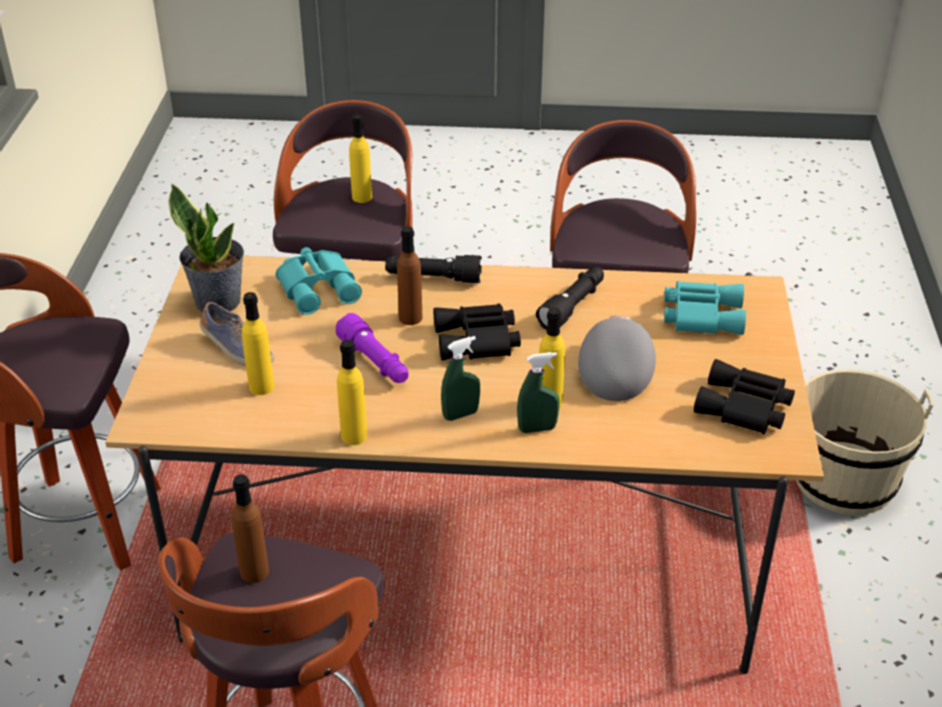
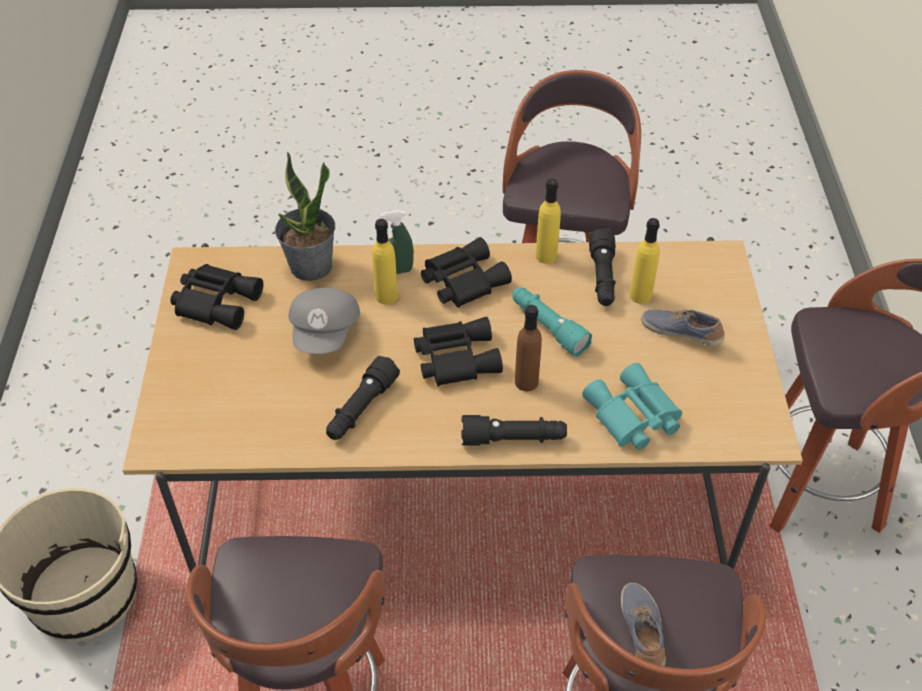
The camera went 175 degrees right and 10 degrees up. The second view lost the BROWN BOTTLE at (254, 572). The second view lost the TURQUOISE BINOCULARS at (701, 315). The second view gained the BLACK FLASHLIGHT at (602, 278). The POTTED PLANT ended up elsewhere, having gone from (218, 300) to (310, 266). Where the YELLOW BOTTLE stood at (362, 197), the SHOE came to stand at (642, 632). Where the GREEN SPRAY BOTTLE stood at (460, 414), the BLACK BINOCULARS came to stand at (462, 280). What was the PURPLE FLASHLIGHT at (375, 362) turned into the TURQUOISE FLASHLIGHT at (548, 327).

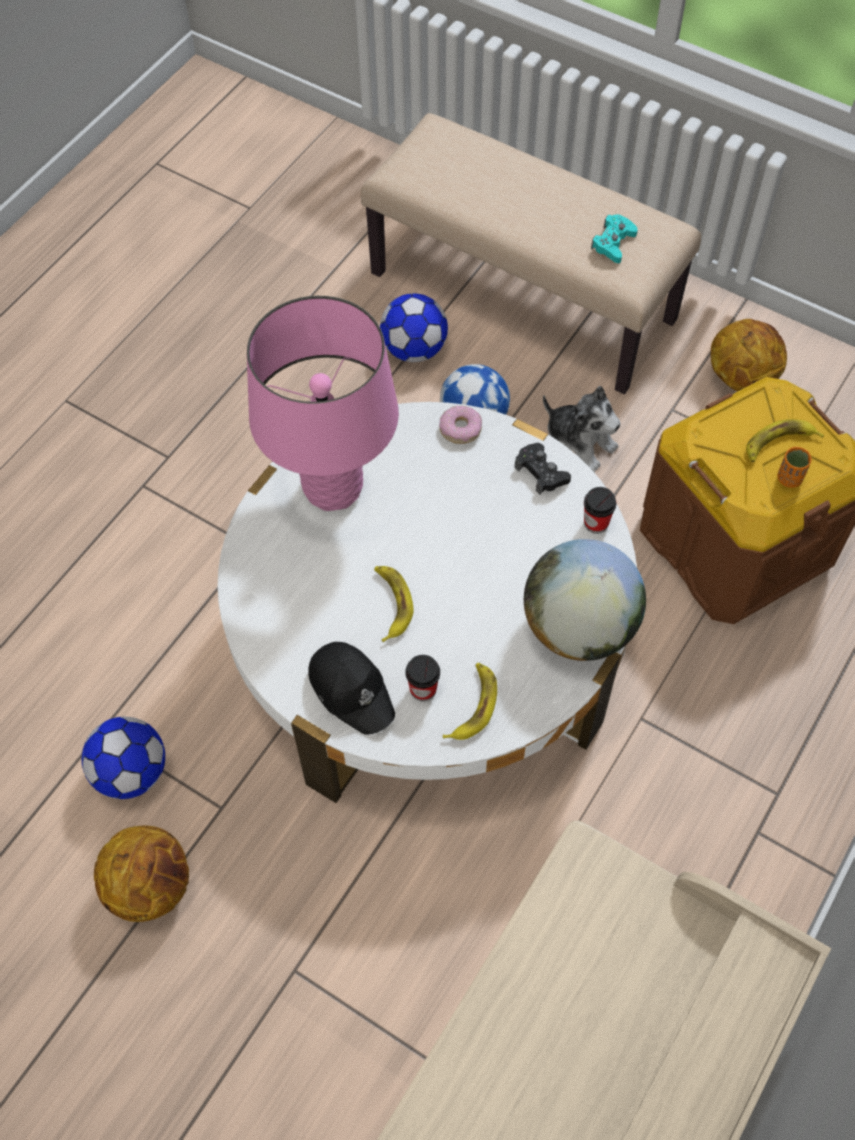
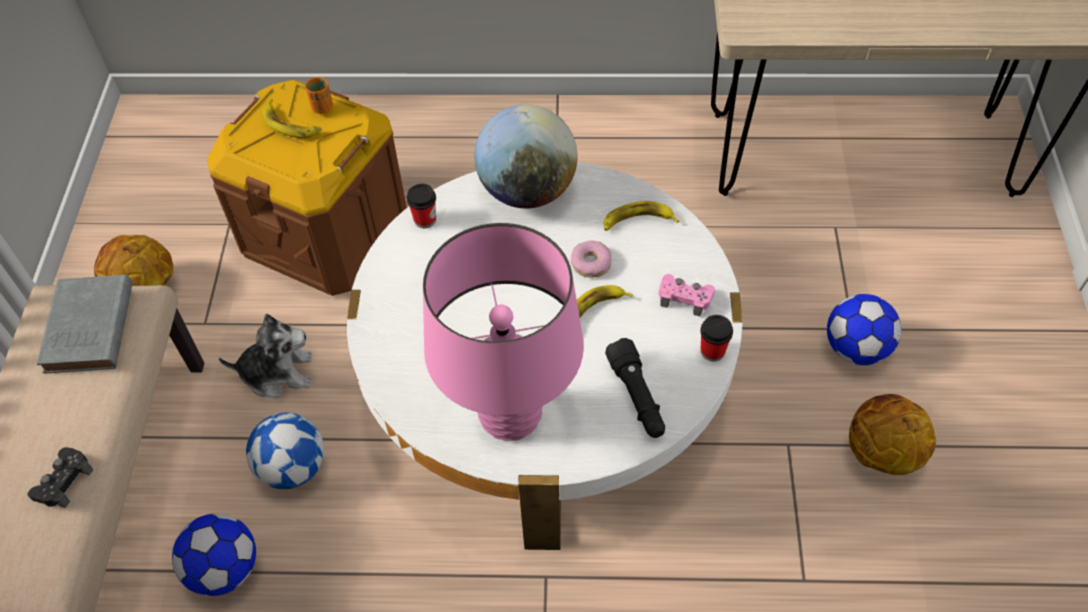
The camera went 120 degrees left and 5 degrees down. The second view gained the BLACK FLASHLIGHT at (637, 397). The FOOTBALL ended up elsewhere, having gone from (131, 772) to (856, 348). The CUP ended up elsewhere, having gone from (423, 689) to (712, 351). The DONUT ended up elsewhere, having gone from (460, 429) to (591, 263). The BLACK GAME CONTROLLER ended up elsewhere, having gone from (541, 472) to (63, 481). Where the BLACK CAP stood at (352, 690), the PINK GAME CONTROLLER came to stand at (685, 298). Where the TURQUOISE GAME CONTROLLER stood at (613, 243), the GREY BOOK came to stand at (89, 330). The PLUSH TOY at (579, 443) ended up facing another way, 75 degrees clockwise from before.

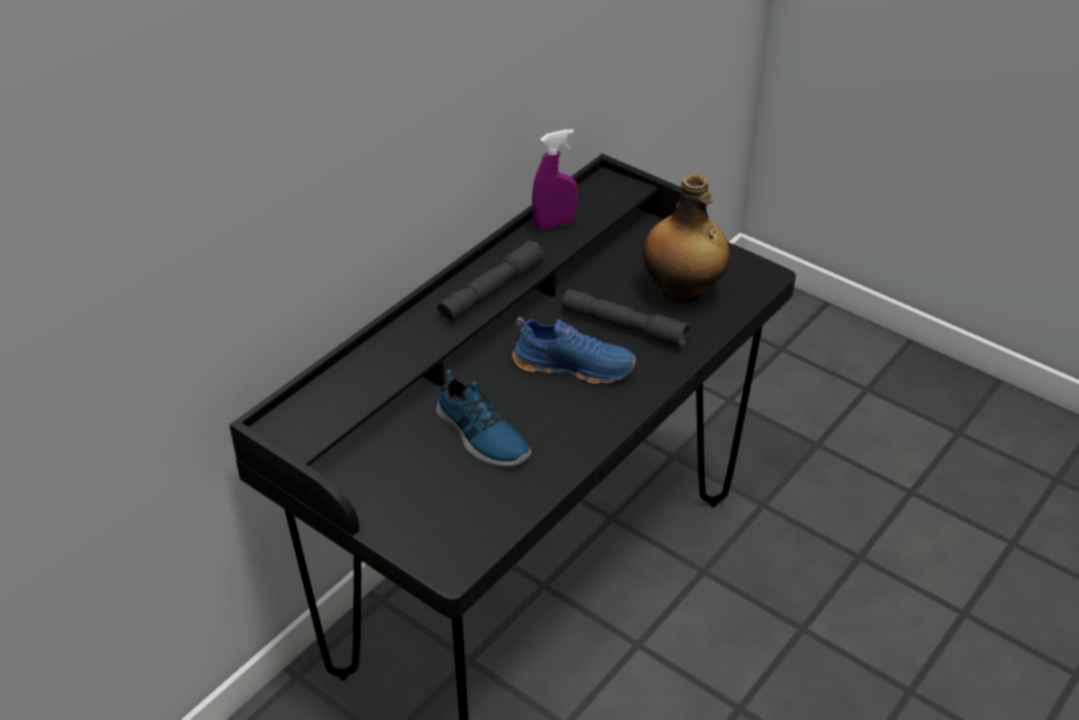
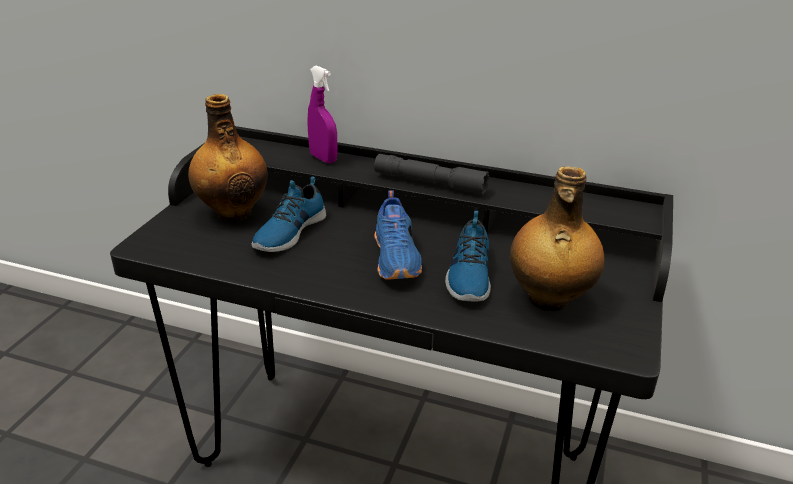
The camera went 70 degrees right and 10 degrees down. The second view gained the BOTTLE at (233, 212). The PURPLE SPRAY BOTTLE ended up elsewhere, having gone from (554, 224) to (323, 158). Where the GREY FLASHLIGHT stood at (624, 327), the SHOE came to stand at (468, 275).

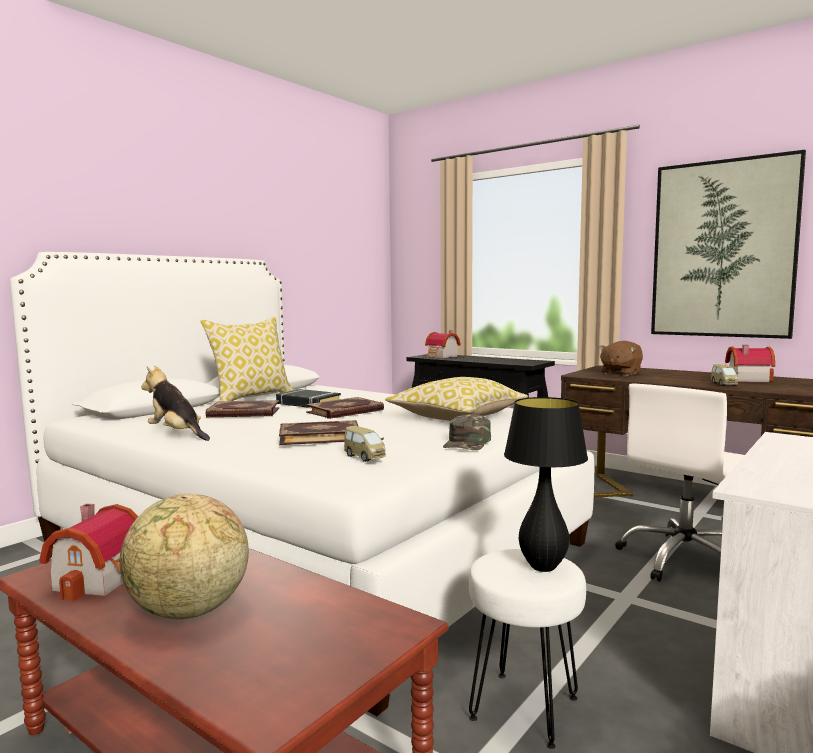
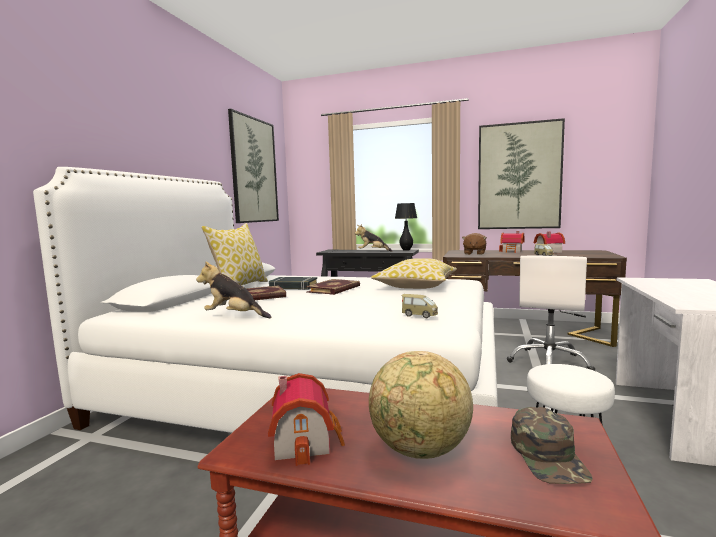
The camera went 20 degrees left and 0 degrees up. The second view lost the BOOK at (319, 436). The second view gained the PICTURE at (254, 170). The second view gained the PLUSH TOY at (372, 251). The TOY HOUSE ended up elsewhere, having gone from (442, 356) to (512, 251). The GREEN CAP ended up elsewhere, having gone from (467, 443) to (549, 456). The BLACK TABLE LAMP ended up elsewhere, having gone from (542, 567) to (406, 250).

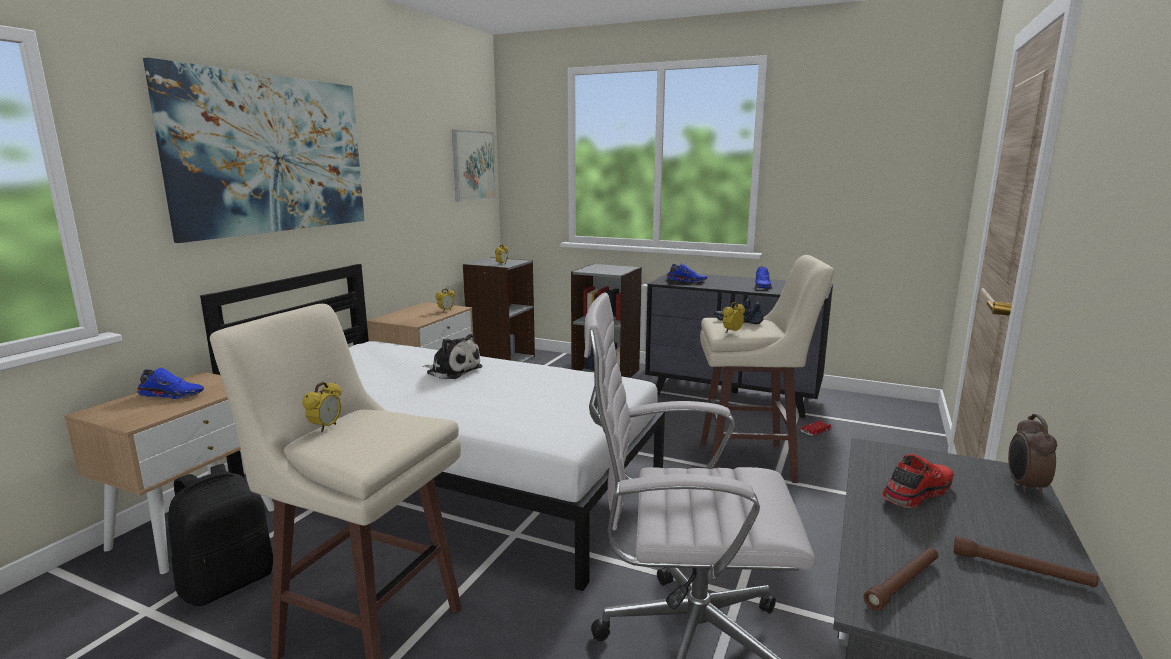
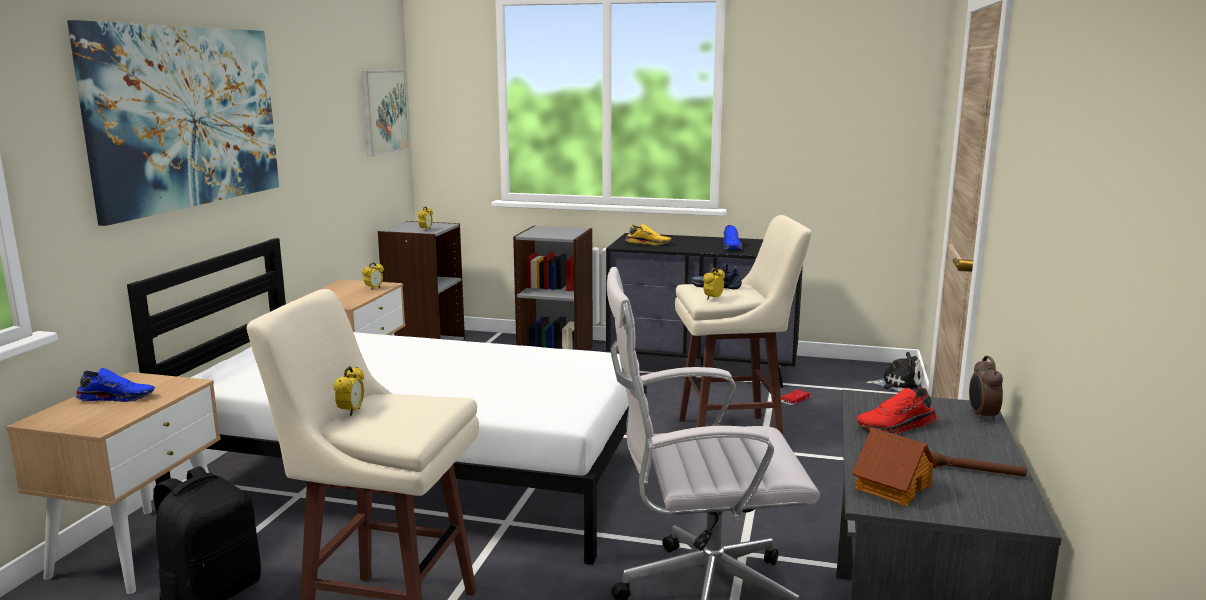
The camera went 10 degrees left and 0 degrees up. The PLUSH TOY ended up elsewhere, having gone from (452, 370) to (898, 385). Where the BROWN FLASHLIGHT stood at (903, 583), the TOY HOUSE came to stand at (892, 486). What was the BLUE SHOE at (686, 281) turned into the YELLOW SHOE at (648, 243). The RED SHOE at (914, 492) ended up facing another way, 150 degrees counterclockwise from before.

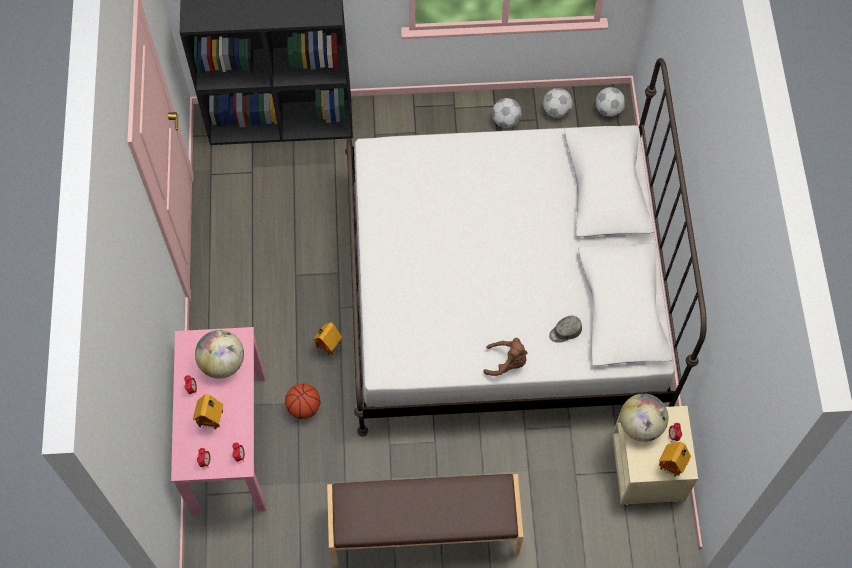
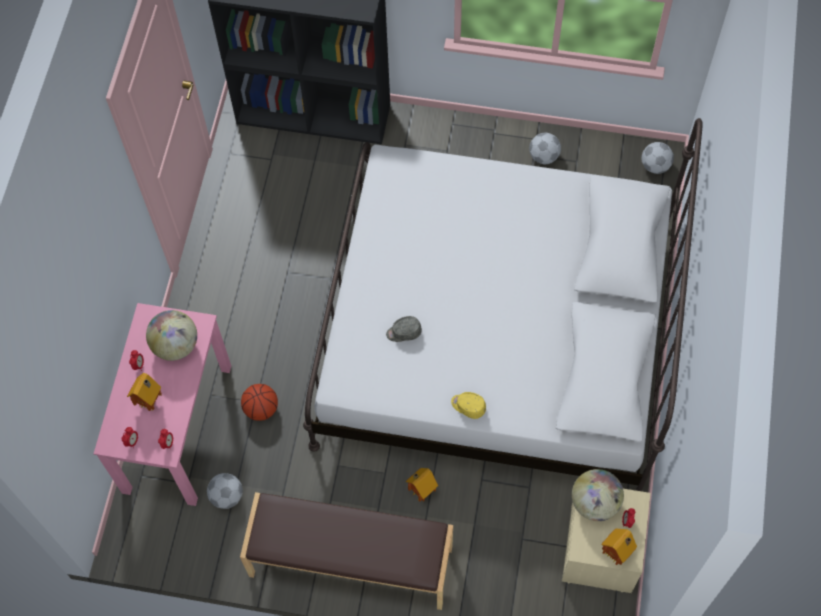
The camera went 15 degrees right and 0 degrees up. The TOY HOUSE ended up elsewhere, having gone from (327, 347) to (420, 491). The FOOTBALL ended up elsewhere, having gone from (556, 111) to (226, 496). The GREY CAP ended up elsewhere, having gone from (565, 332) to (403, 332). Where the BROWN PLUSH TOY stood at (507, 362), the YELLOW CAP came to stand at (468, 406).

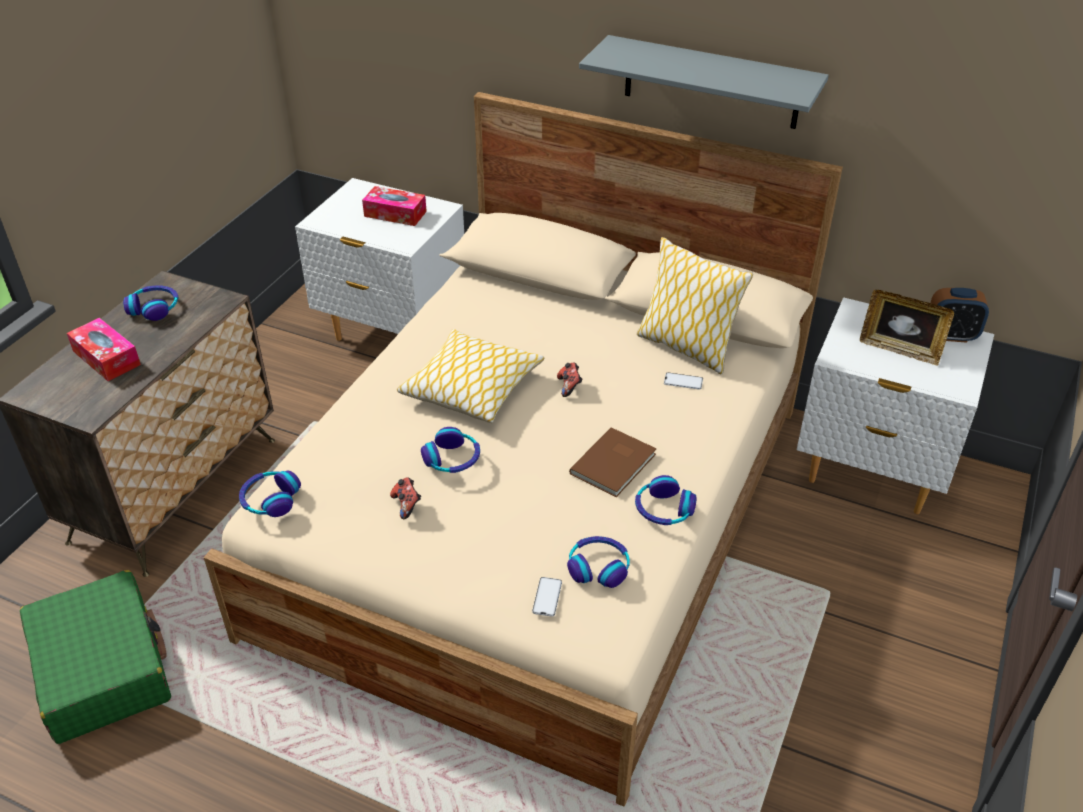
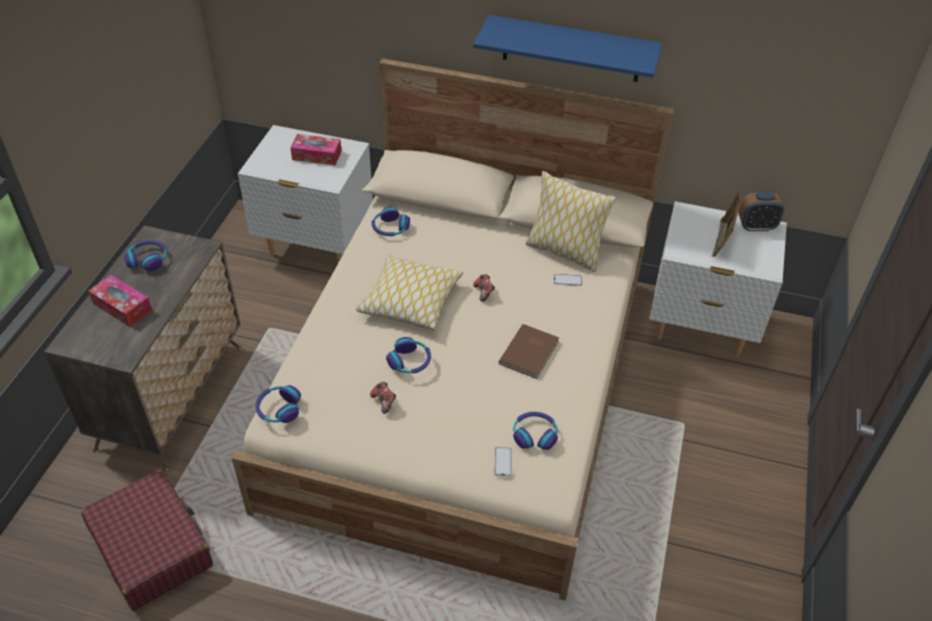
The camera went 10 degrees left and 5 degrees up. The HEADPHONES ended up elsewhere, having gone from (663, 509) to (390, 228). What was the GREEN SUITCASE at (102, 668) turned into the RED SUITCASE at (152, 547). What was the GREY SHELF at (711, 82) turned into the BLUE SHELF at (571, 49). The PICTURE FRAME at (899, 349) ended up facing another way, 90 degrees clockwise from before.

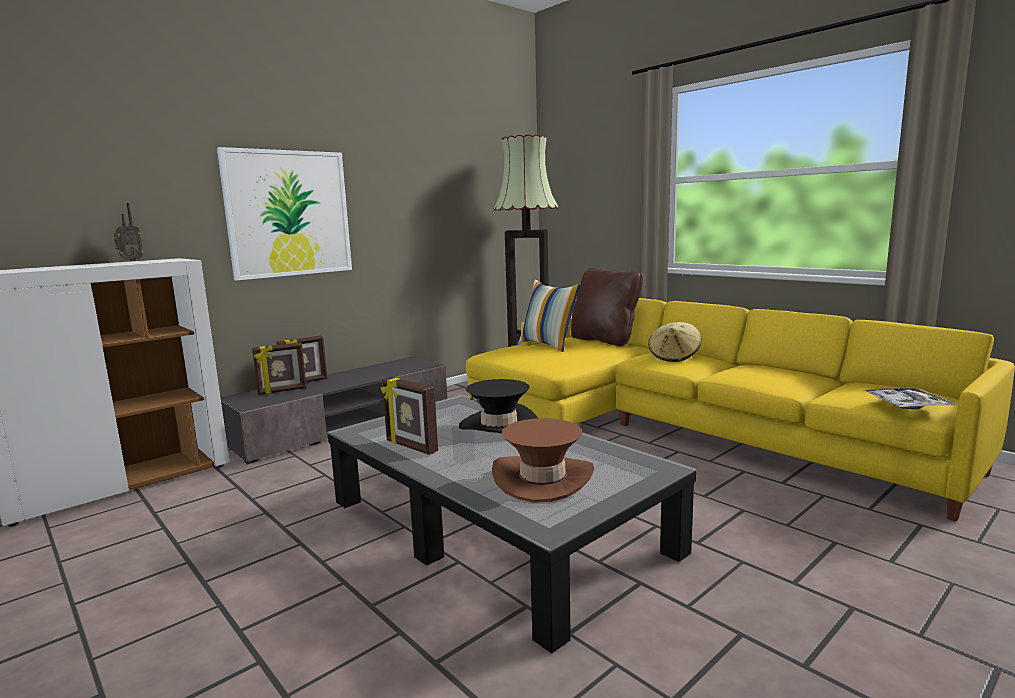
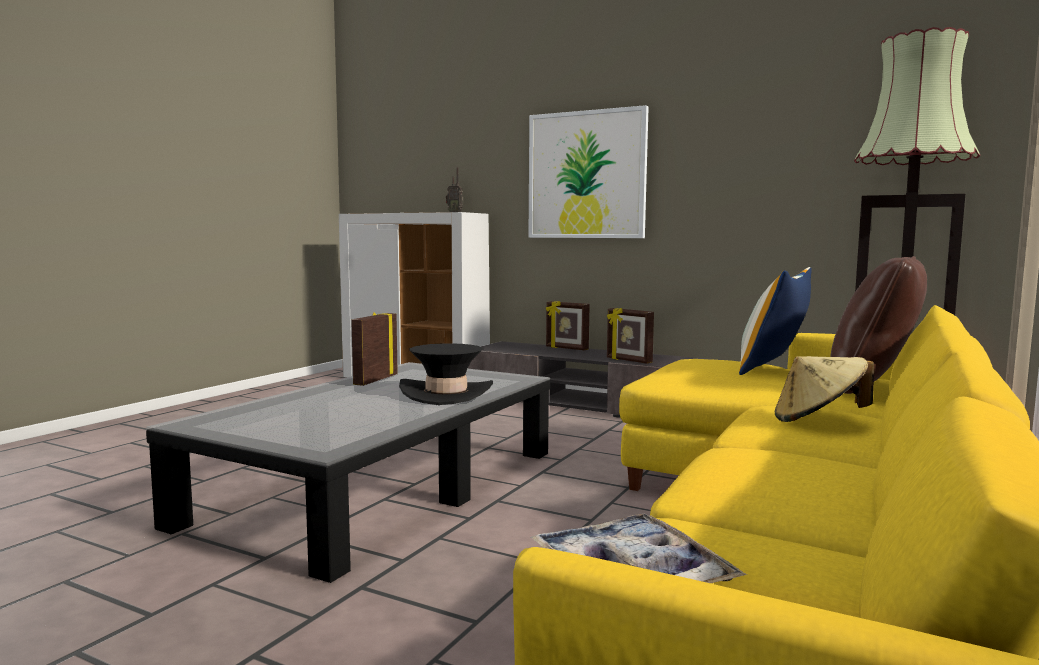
The camera went 70 degrees right and 5 degrees down. The second view lost the BROWN HAT at (542, 479). The PICTURE FRAME ended up elsewhere, having gone from (282, 391) to (628, 360).

